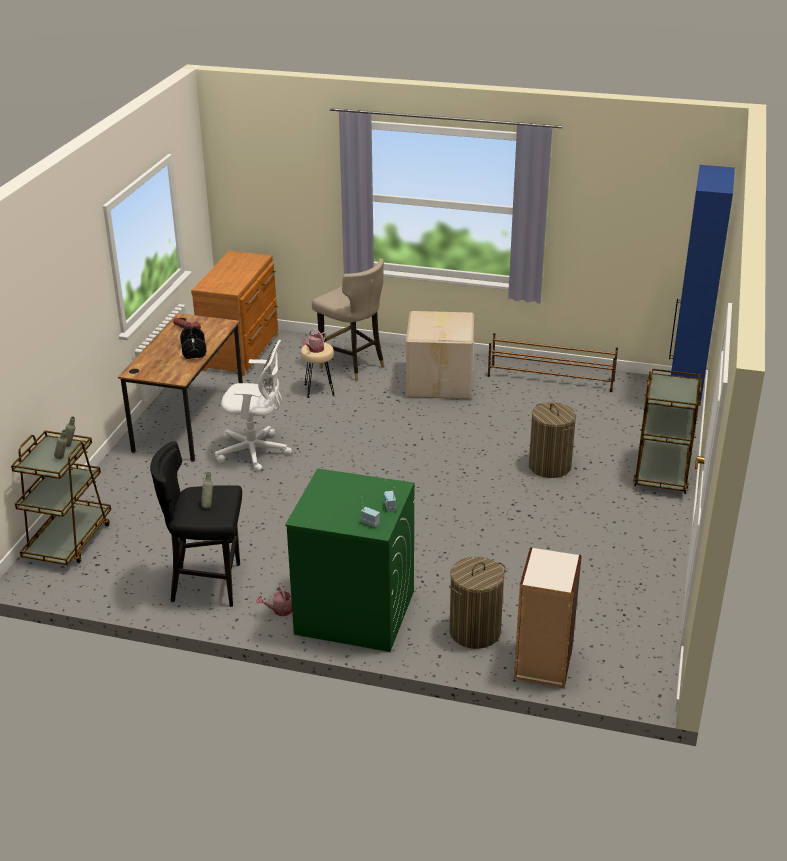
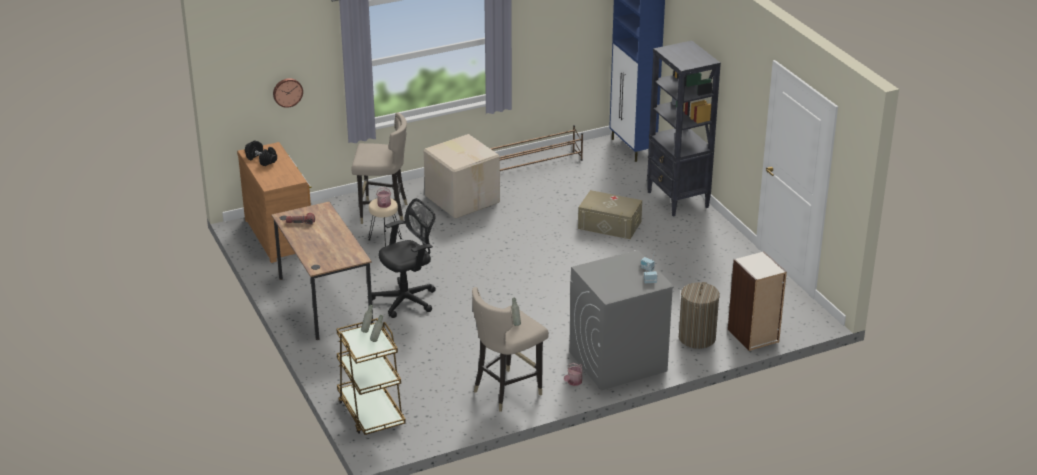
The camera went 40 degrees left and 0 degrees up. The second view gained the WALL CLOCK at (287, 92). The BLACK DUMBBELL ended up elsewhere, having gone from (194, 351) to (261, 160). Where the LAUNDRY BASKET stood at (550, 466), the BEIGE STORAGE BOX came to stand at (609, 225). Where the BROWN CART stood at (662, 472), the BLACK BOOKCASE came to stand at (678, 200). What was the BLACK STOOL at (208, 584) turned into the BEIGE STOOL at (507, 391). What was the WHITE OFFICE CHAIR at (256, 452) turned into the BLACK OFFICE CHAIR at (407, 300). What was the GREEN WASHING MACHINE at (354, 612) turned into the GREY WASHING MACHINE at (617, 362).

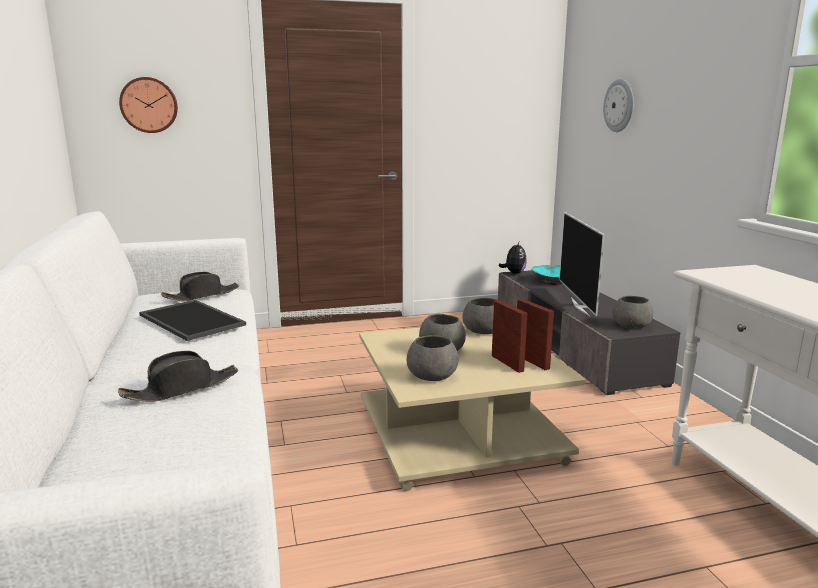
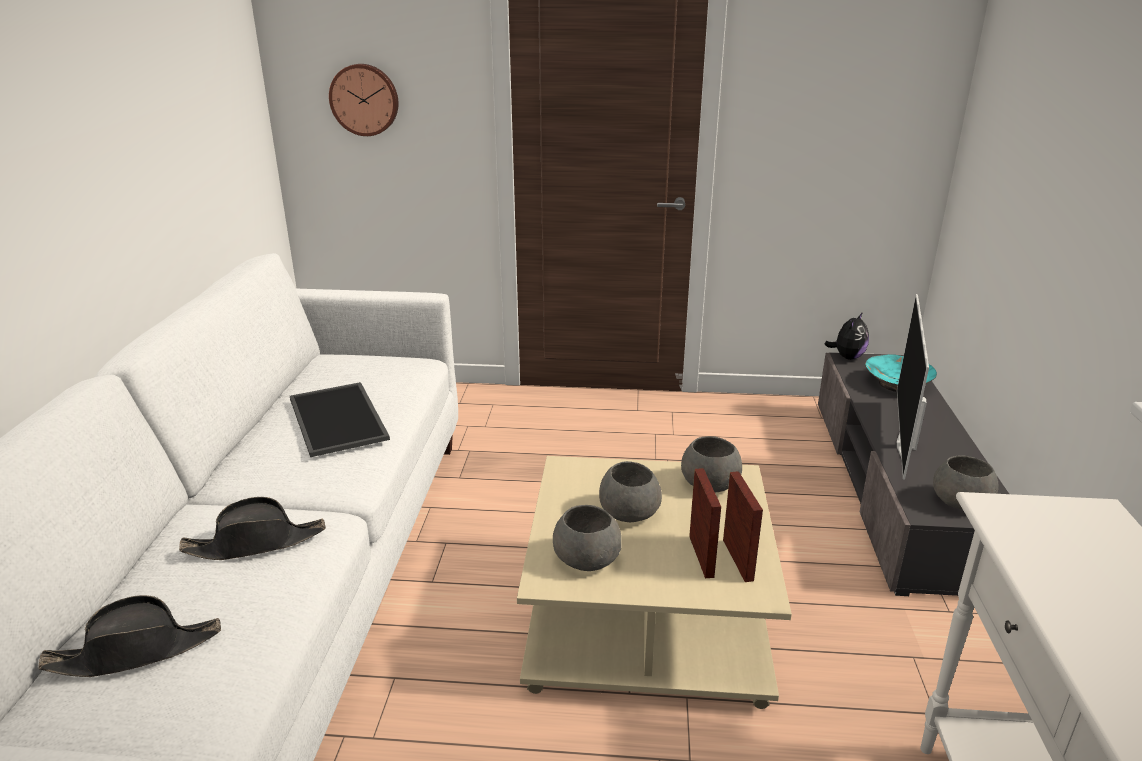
The camera went 20 degrees right and 10 degrees up. The second view lost the WALL CLOCK at (619, 105). The BLACK HAT ended up elsewhere, having gone from (202, 295) to (136, 652).

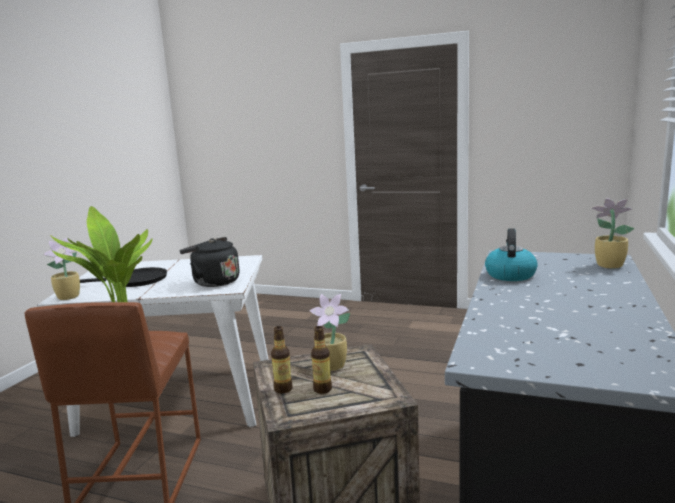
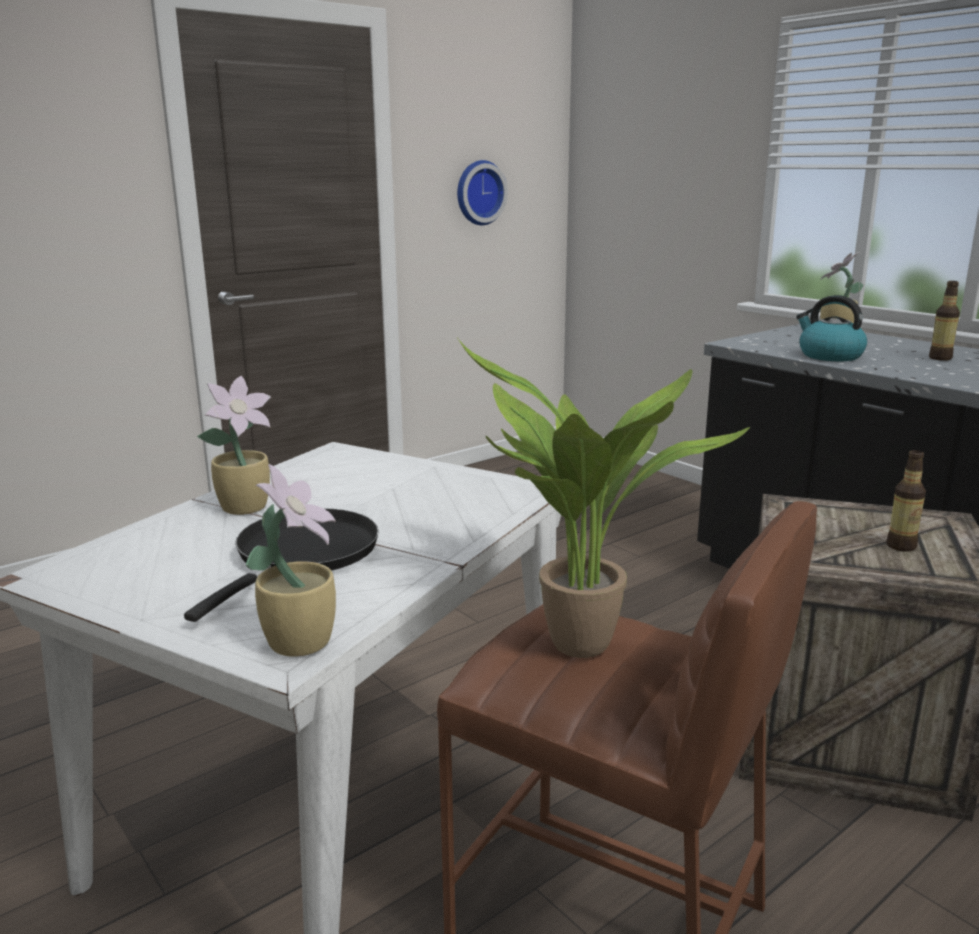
The camera went 60 degrees left and 5 degrees up. The second view lost the BLACK KETTLE at (213, 282). The second view gained the WALL CLOCK at (478, 193). The BOTTLE ended up elsewhere, having gone from (283, 389) to (940, 358). The POTTED PLANT ended up elsewhere, having gone from (333, 366) to (247, 507).

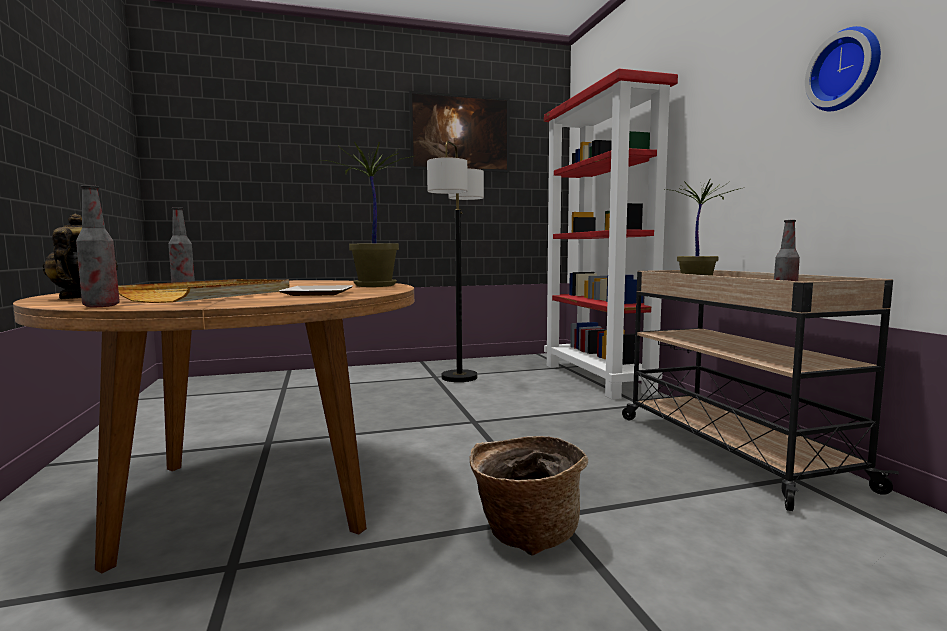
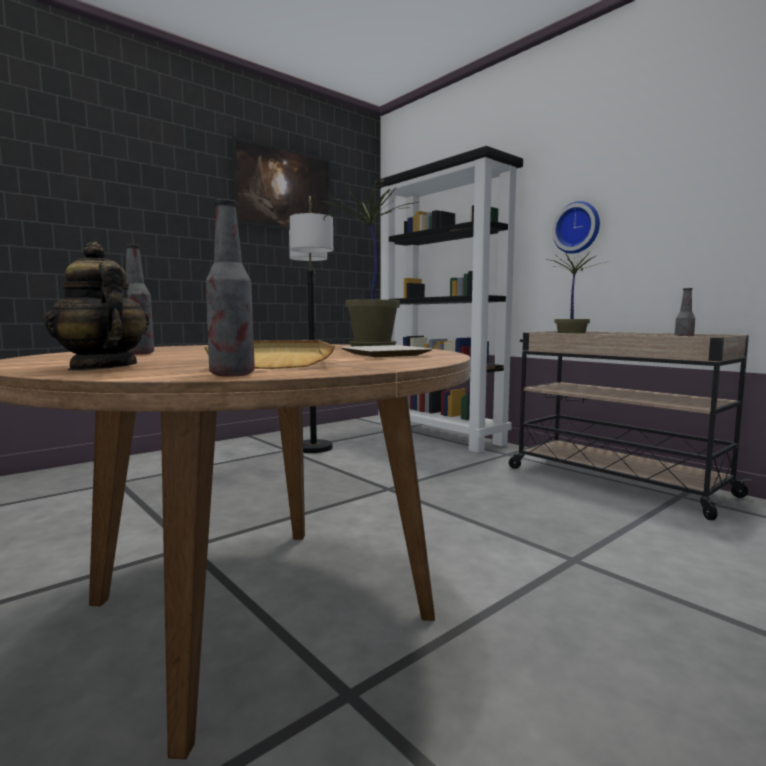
The camera went 25 degrees left and 0 degrees up. The second view lost the BASKET at (525, 533). The WALL CLOCK ended up elsewhere, having gone from (846, 70) to (577, 228). What was the RED BOOKCASE at (597, 379) turned into the BLACK BOOKCASE at (441, 436).

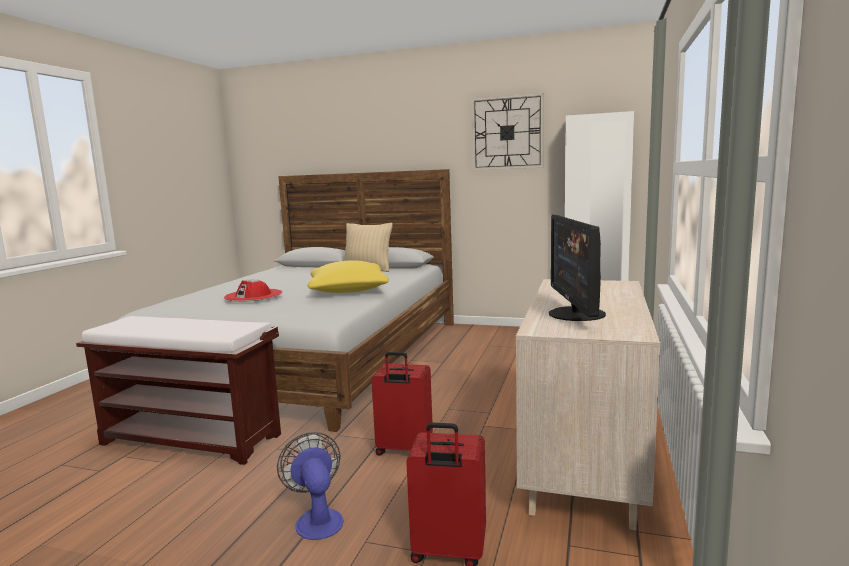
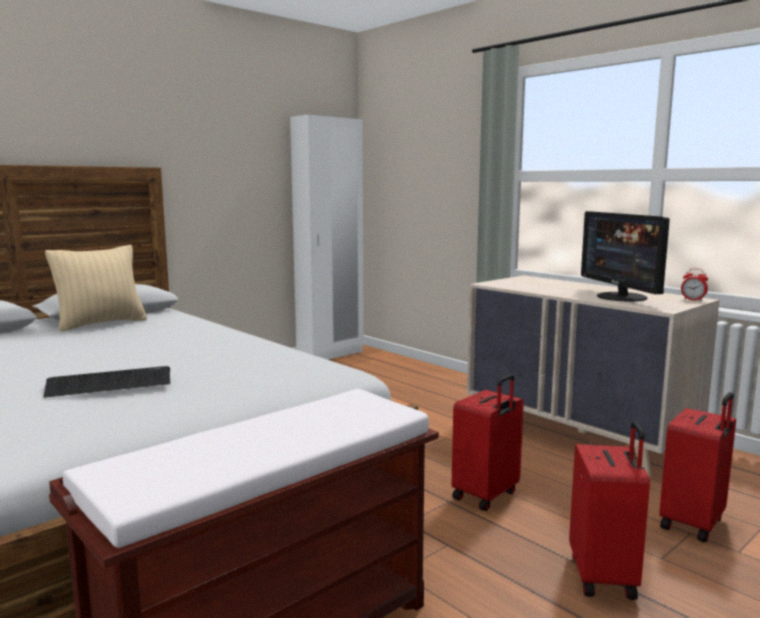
The camera went 60 degrees left and 0 degrees up. The second view lost the YELLOW PILLOW at (348, 290). The second view lost the WALL CLOCK at (507, 133). The second view gained the ALARM CLOCK at (693, 300). Where the RED HAT stood at (253, 295), the KEYBOARD came to stand at (109, 383). Where the FAN stood at (317, 519), the RED SUITCASE came to stand at (604, 576). The MONITOR at (575, 314) ended up facing another way, 45 degrees clockwise from before.

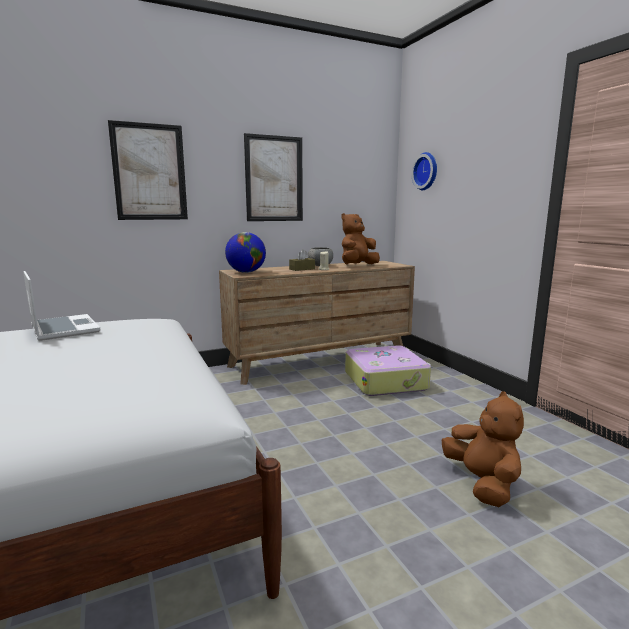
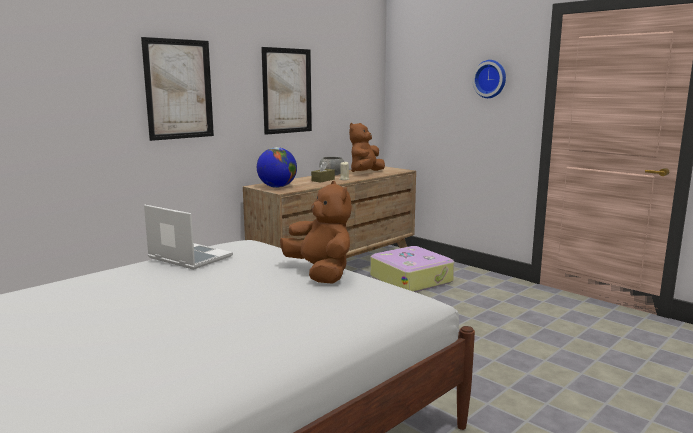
The camera went 20 degrees left and 0 degrees up. The WALL CLOCK ended up elsewhere, having gone from (426, 171) to (490, 79). The BROWN PLUSH TOY ended up elsewhere, having gone from (482, 483) to (320, 273).

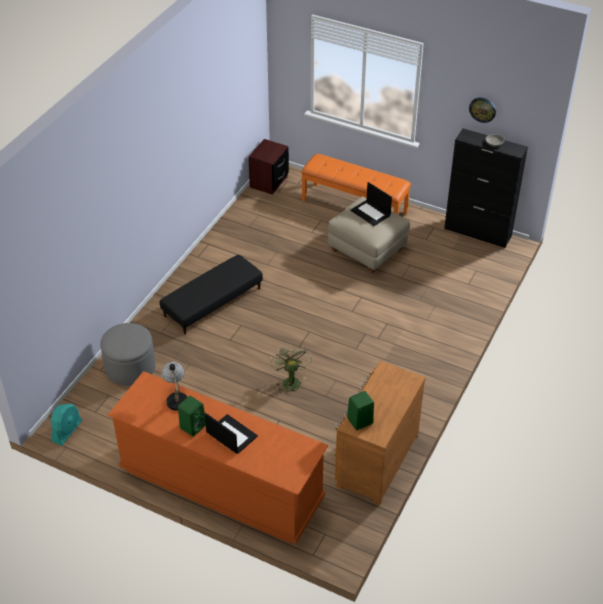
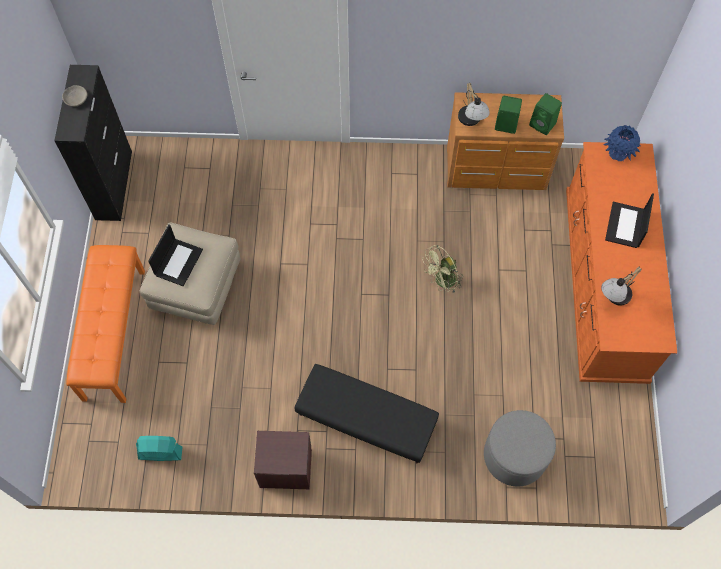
The camera went 115 degrees left and 20 degrees up. The second view lost the WALL CLOCK at (482, 109). The second view gained the TABLE LAMP at (471, 122). The second view gained the BLUE VASE at (618, 153). The TURQUOISE FAN ended up elsewhere, having gone from (67, 431) to (160, 453). The GREEN SPEAKER ended up elsewhere, having gone from (193, 426) to (505, 124). The BROWN NIGHTSTAND ended up elsewhere, having gone from (269, 182) to (285, 468).

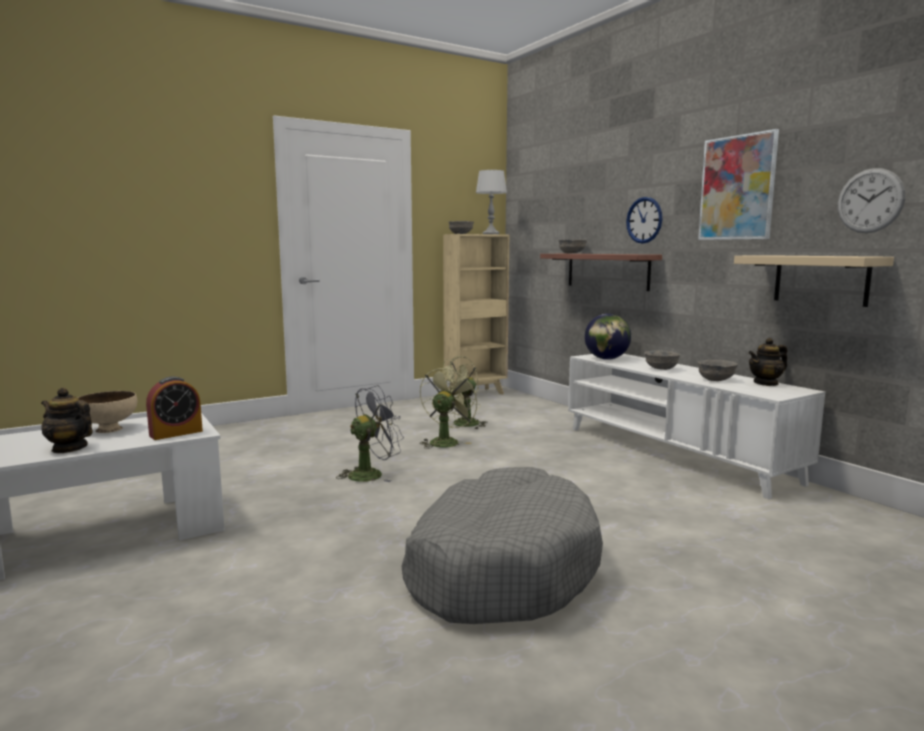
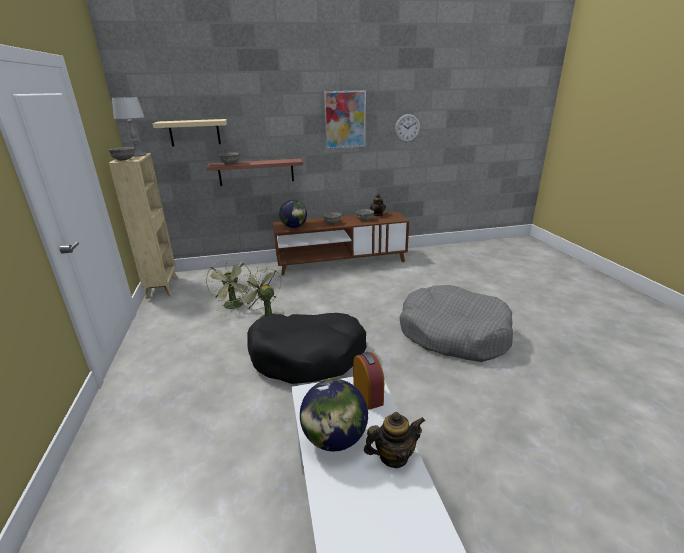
The camera went 70 degrees left and 15 degrees up. The second view lost the WALL CLOCK at (644, 220). The BEIGE SHELF ended up elsewhere, having gone from (820, 279) to (194, 132). Where the BEIGE BOWL stood at (109, 429), the GLOBE came to stand at (335, 438). Where the GREY FAN stood at (371, 474), the BLACK DOG BED came to stand at (308, 356). What was the WHITE TV STAND at (674, 453) turned into the BROWN TV STAND at (341, 262). The TEAPOT at (69, 448) ended up facing another way, 150 degrees counterclockwise from before.

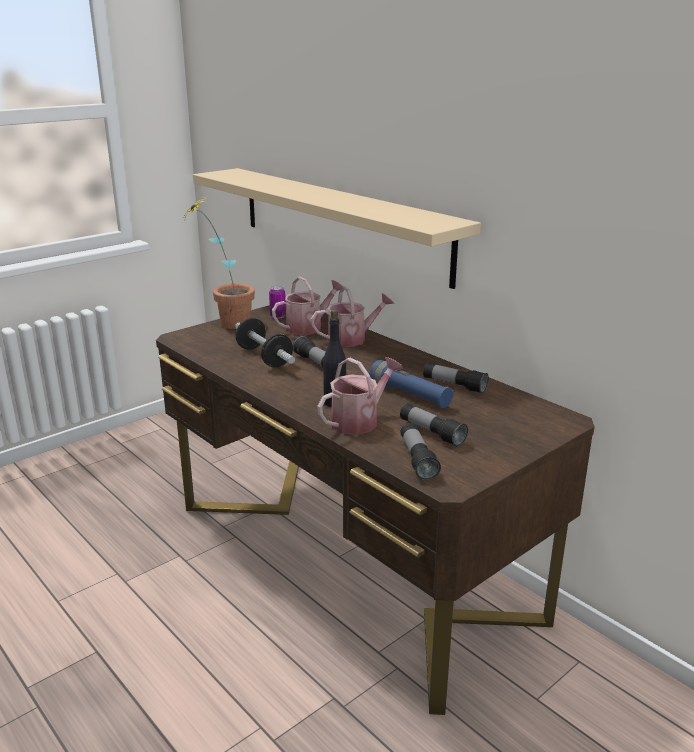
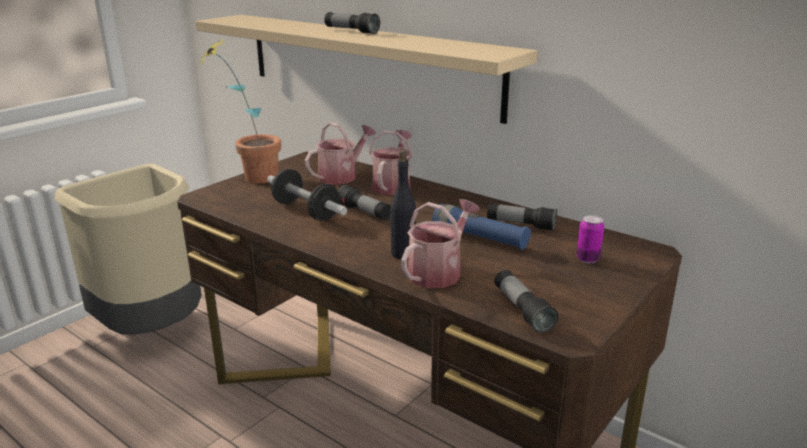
The camera went 10 degrees left and 0 degrees up. The second view gained the BEIGE TRASH CAN at (153, 330). The CAN ended up elsewhere, having gone from (278, 316) to (587, 259). The FLASHLIGHT ended up elsewhere, having gone from (431, 433) to (351, 31). The WATERING CAN at (352, 339) ended up facing another way, 45 degrees counterclockwise from before.

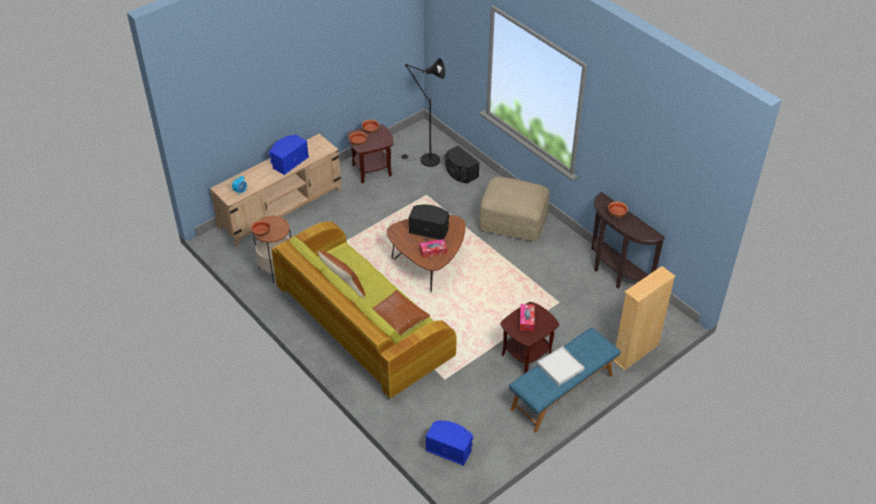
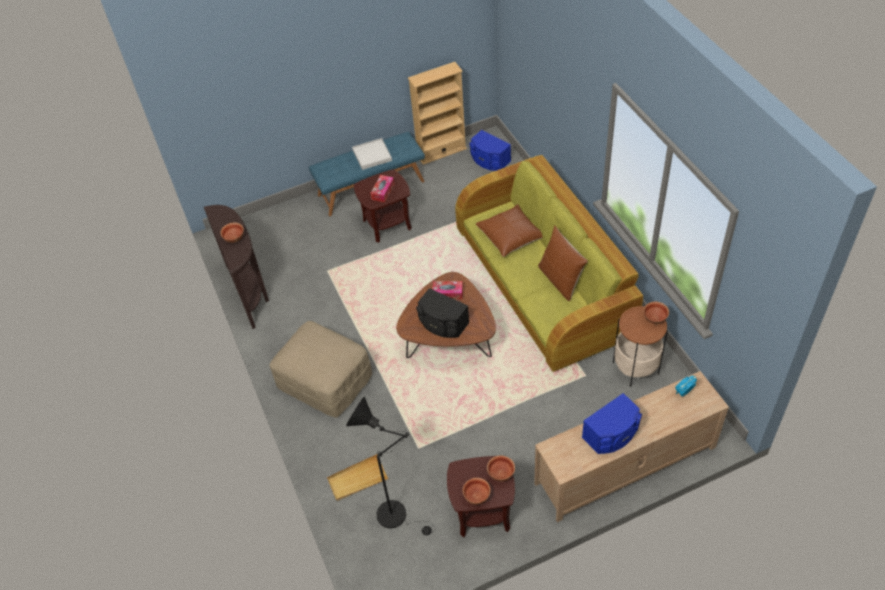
The camera went 160 degrees left and 5 degrees up. The BEIGE BOOKCASE ended up elsewhere, having gone from (635, 352) to (441, 152). Where the BLACK SPEAKER stood at (460, 173), the BEIGE TRAY came to stand at (357, 479).

